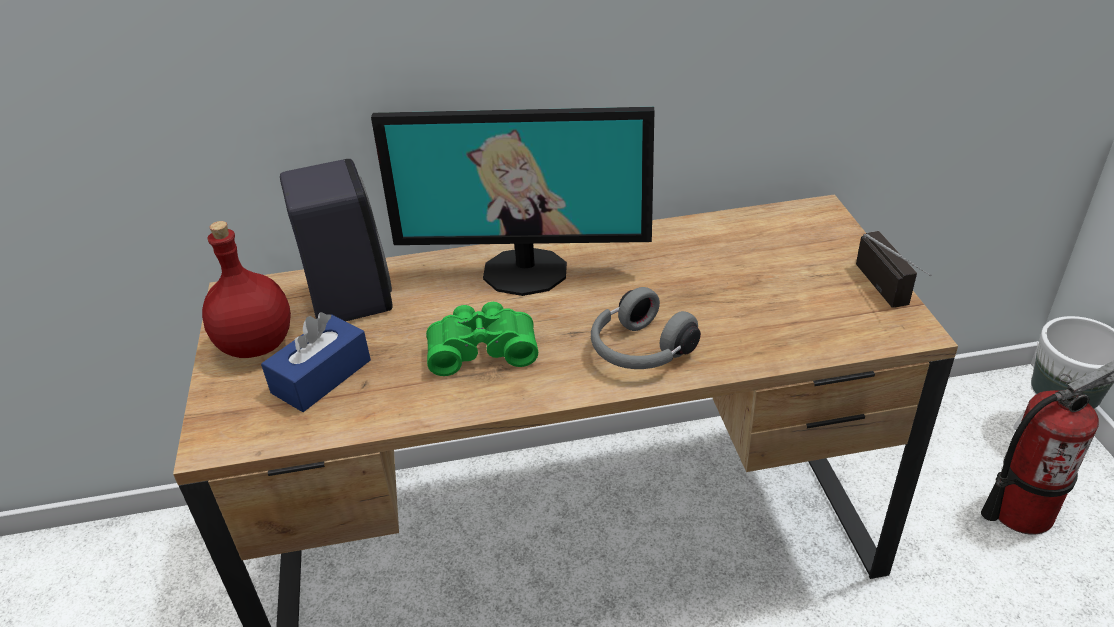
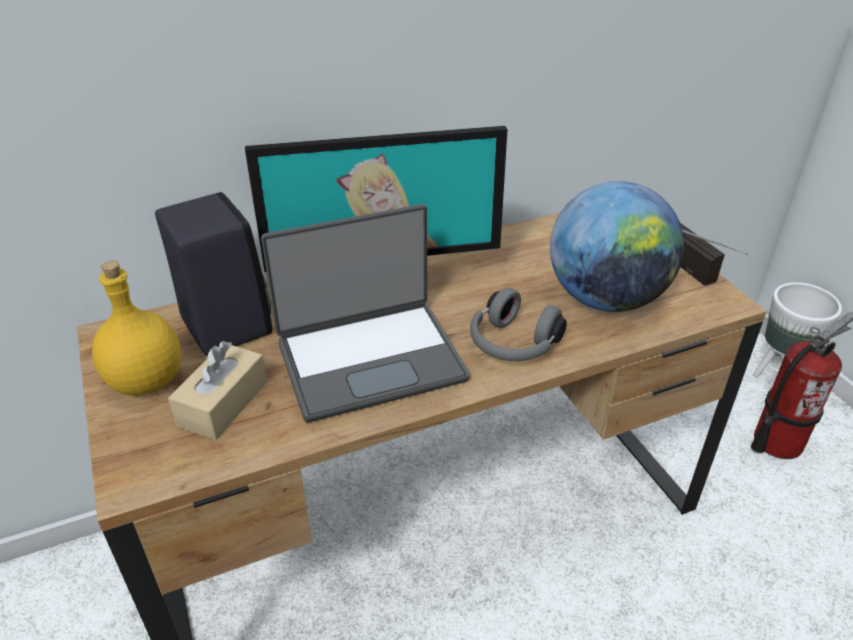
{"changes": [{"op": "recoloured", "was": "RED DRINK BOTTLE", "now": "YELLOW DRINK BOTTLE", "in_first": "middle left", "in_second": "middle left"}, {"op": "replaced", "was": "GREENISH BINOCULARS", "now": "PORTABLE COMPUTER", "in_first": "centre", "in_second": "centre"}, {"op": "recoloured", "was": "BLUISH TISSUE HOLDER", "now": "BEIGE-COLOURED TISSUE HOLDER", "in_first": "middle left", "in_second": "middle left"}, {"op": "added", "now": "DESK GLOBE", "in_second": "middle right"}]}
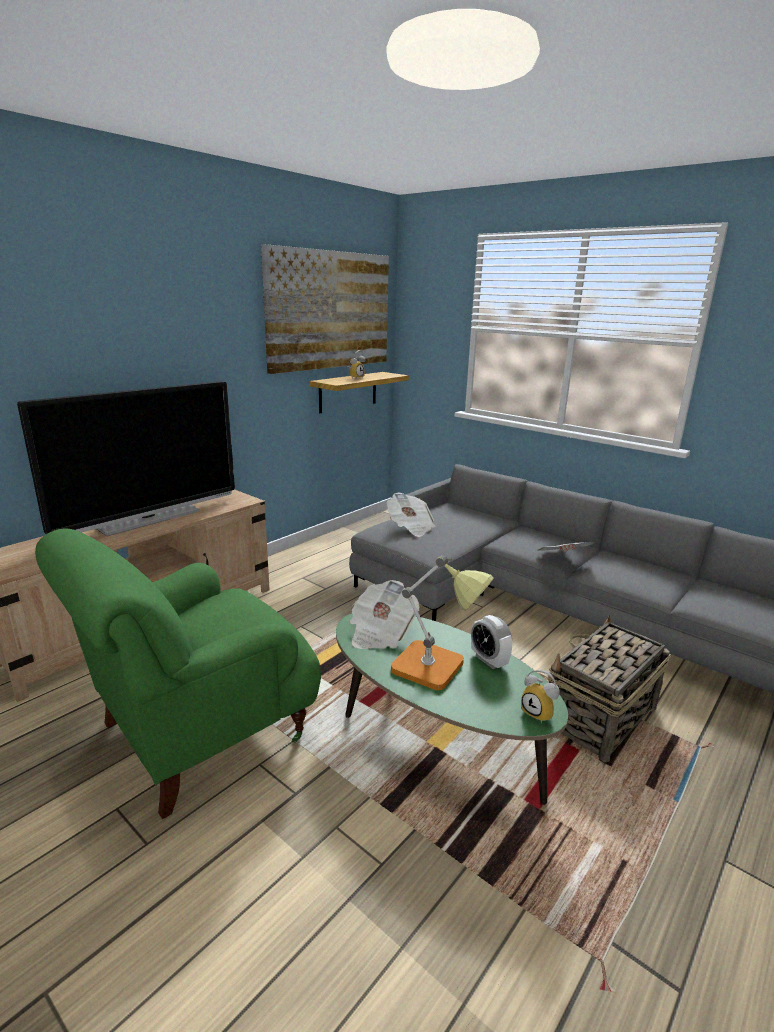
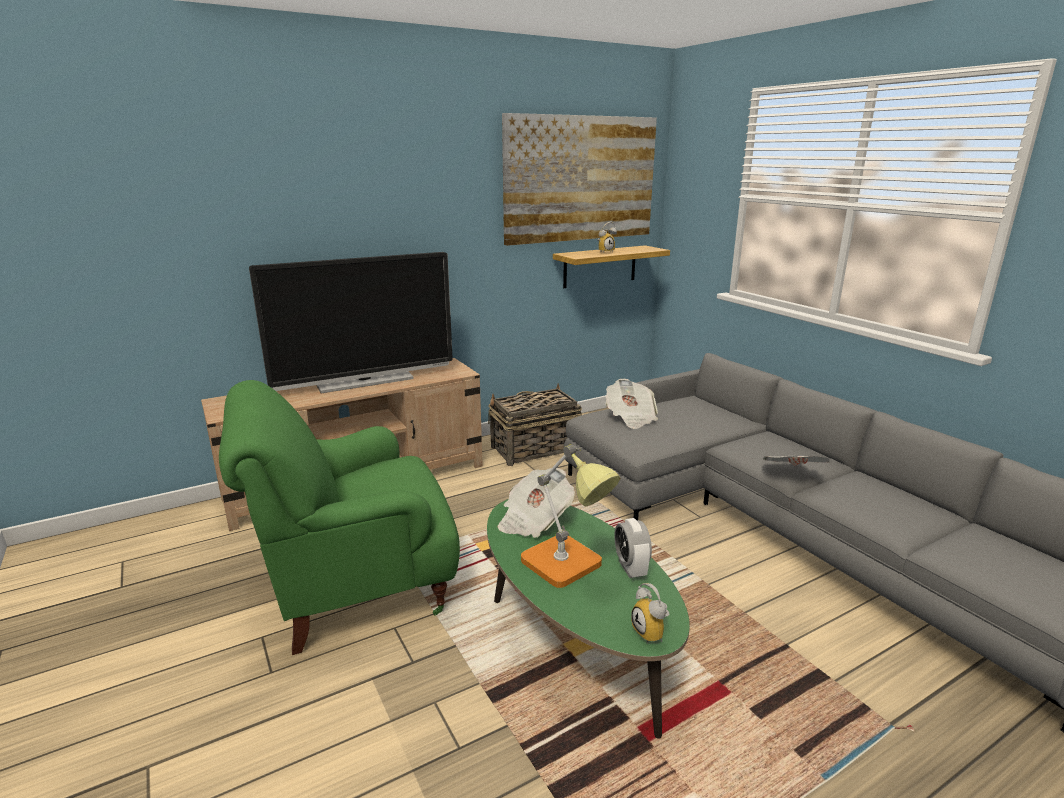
{"changes": [{"op": "moved", "was": "STORAGE BASKET", "in_first": "bottom right", "in_second": "centre"}]}
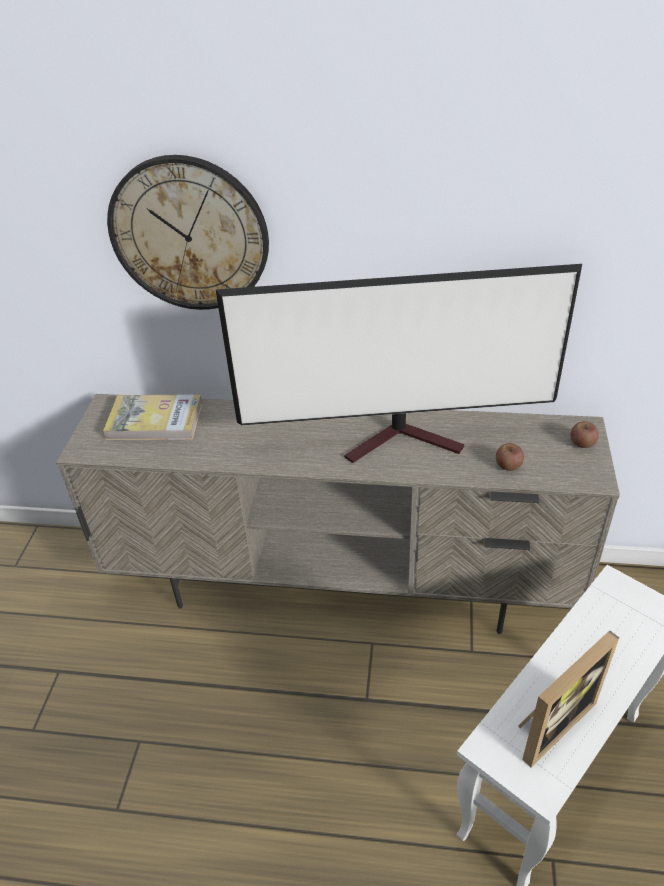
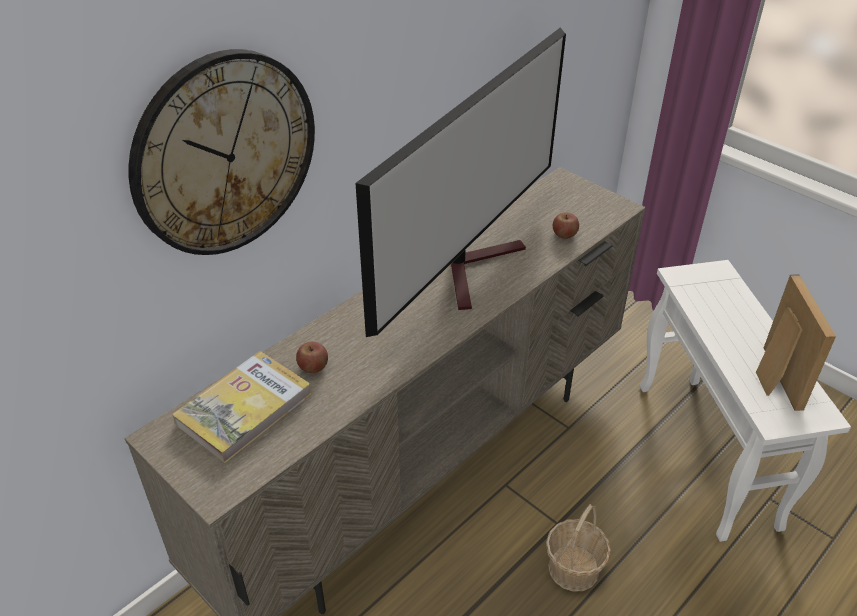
{"changes": [{"op": "moved", "was": "APPLE FRUIT (2nd from left in the first image)", "now": "APPLE FRUIT (1st from left)", "in_first": "middle right", "in_second": "centre"}, {"op": "added", "now": "STORAGE BASKET", "in_second": "bottom right"}]}
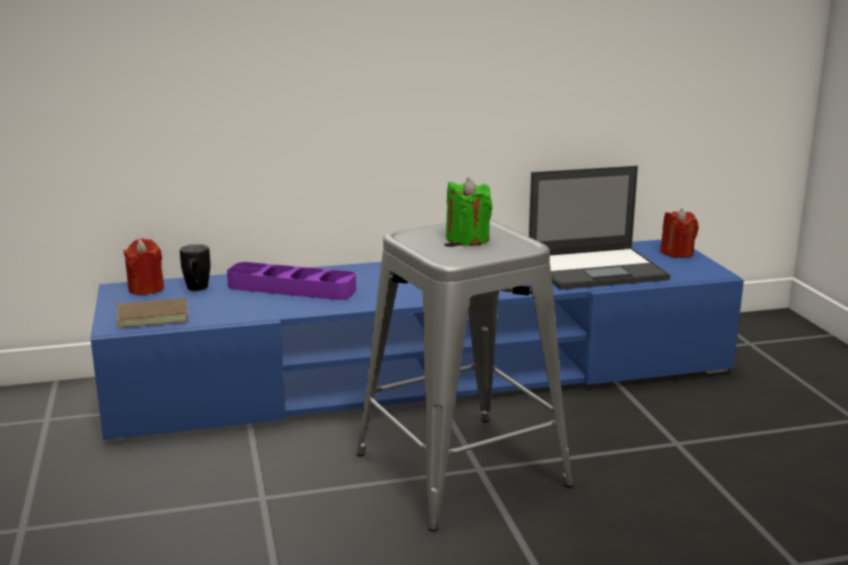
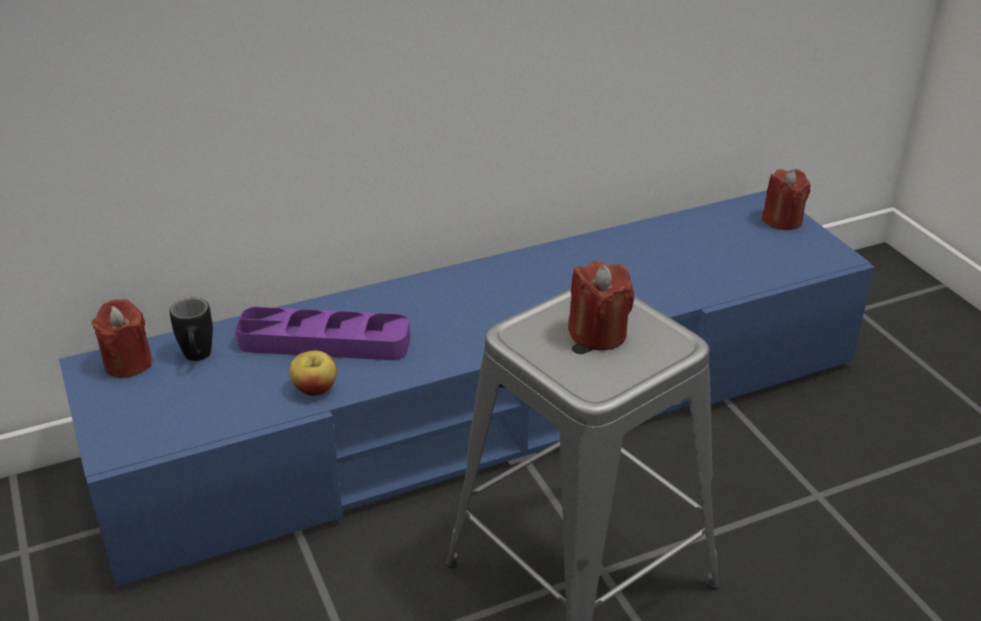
{"changes": [{"op": "removed", "was": "PORTABLE COMPUTER", "in_first": "middle right"}, {"op": "recoloured", "was": "GREENISH WAX CANDLE", "now": "RED WAX CANDLE (2nd from left)", "in_first": "centre", "in_second": "centre"}, {"op": "removed", "was": "BROWNISH VOLUME", "in_first": "middle left"}, {"op": "added", "now": "APPLE FRUIT", "in_second": "middle left"}]}
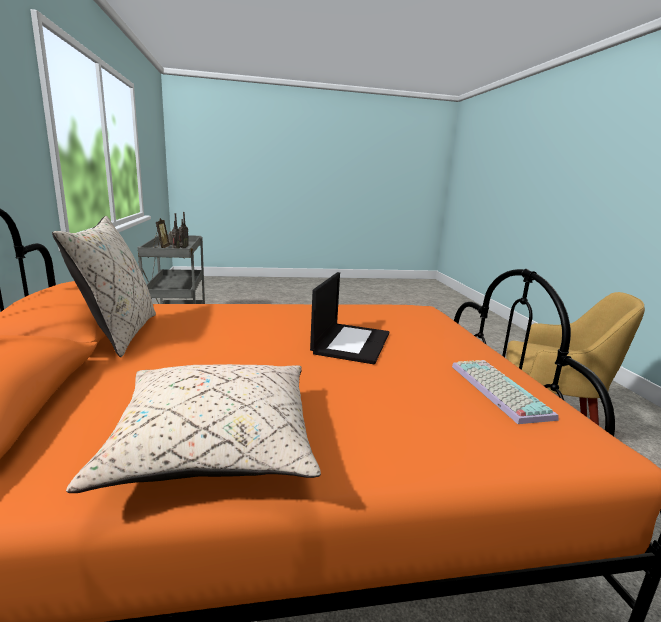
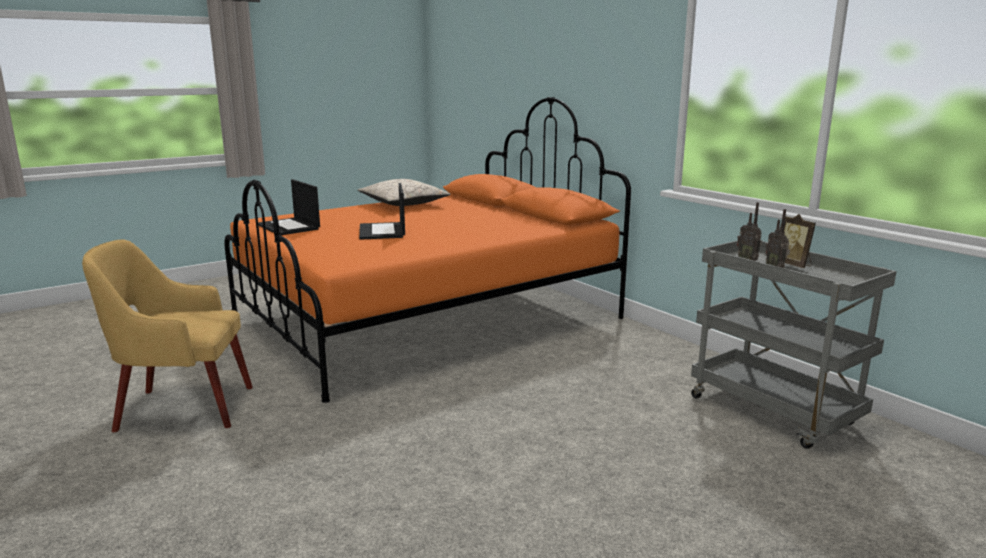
{"changes": [{"op": "removed", "was": "BEIGE-COLOURED CUSHION (1st from left)", "in_first": "middle left"}, {"op": "replaced", "was": "KEYBOARD", "now": "PORTABLE COMPUTER (1st from left)", "in_first": "middle right", "in_second": "middle left"}]}
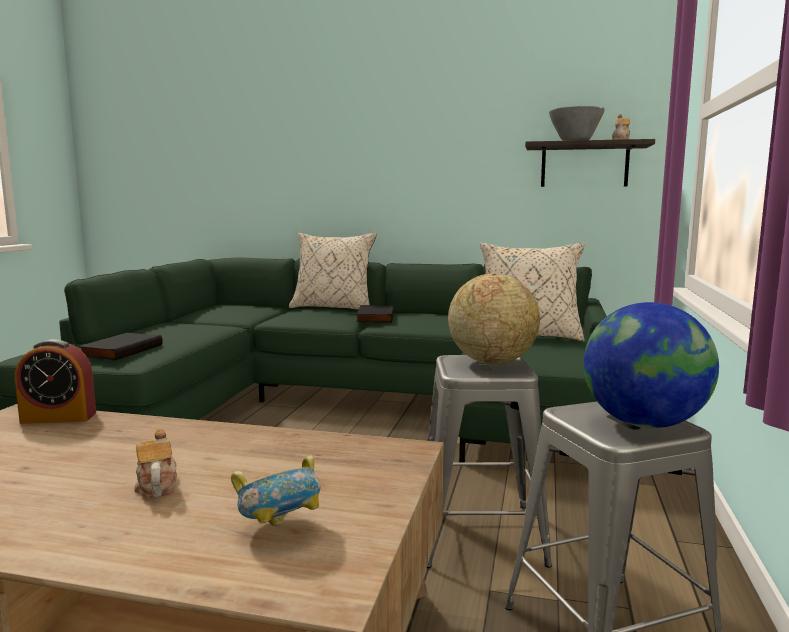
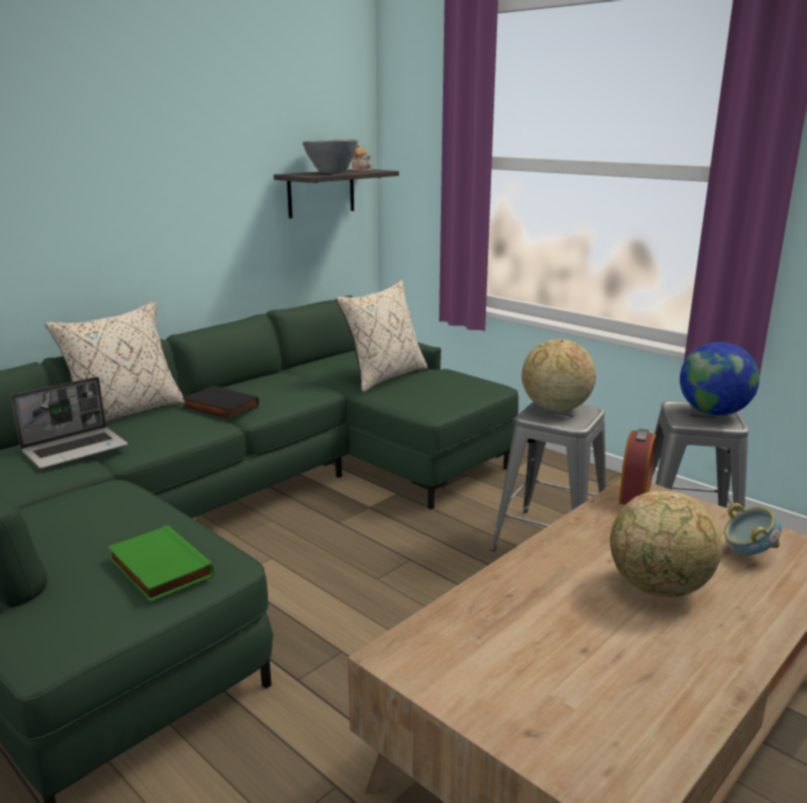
{"changes": [{"op": "recoloured", "was": "BLACK-COLOURED VOLUME (1st from left)", "now": "GREENISH VOLUME", "in_first": "middle left", "in_second": "bottom left"}, {"op": "moved", "was": "ALARM CLOCK", "in_first": "middle left", "in_second": "middle right"}, {"op": "replaced", "was": "TEAPOT (1st from left)", "now": "DESK GLOBE (2nd from left)", "in_first": "bottom left", "in_second": "bottom right"}, {"op": "added", "now": "PORTABLE COMPUTER", "in_second": "middle left"}]}
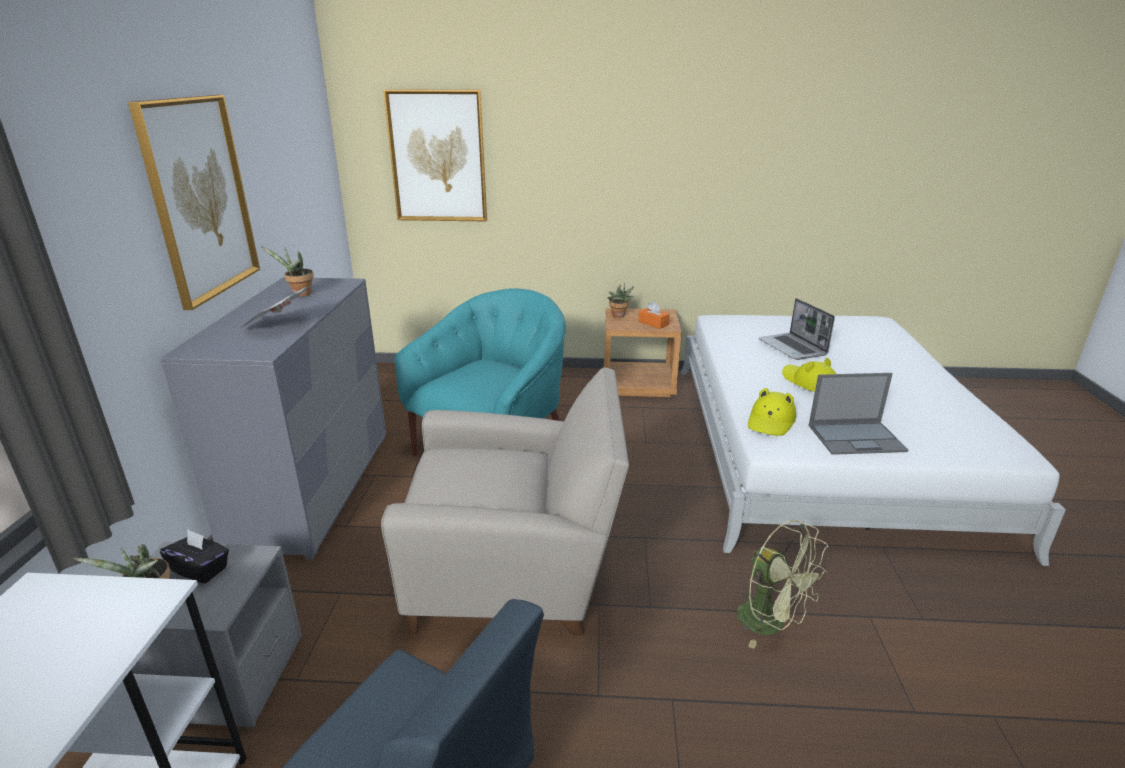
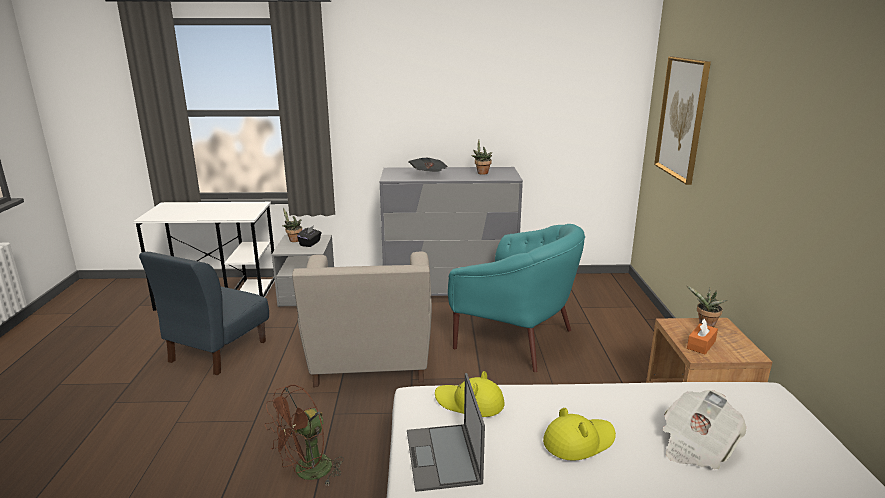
{"changes": [{"op": "removed", "was": "WALL PICTURE (1st from left)", "in_first": "top left"}, {"op": "replaced", "was": "PORTABLE COMPUTER (1st from left)", "now": "PRINTED PAPER (2nd from left)", "in_first": "middle right", "in_second": "bottom right"}, {"op": "recoloured", "was": "GREENISH FAN", "now": "BROWNISH FAN", "in_first": "bottom right", "in_second": "bottom centre"}]}
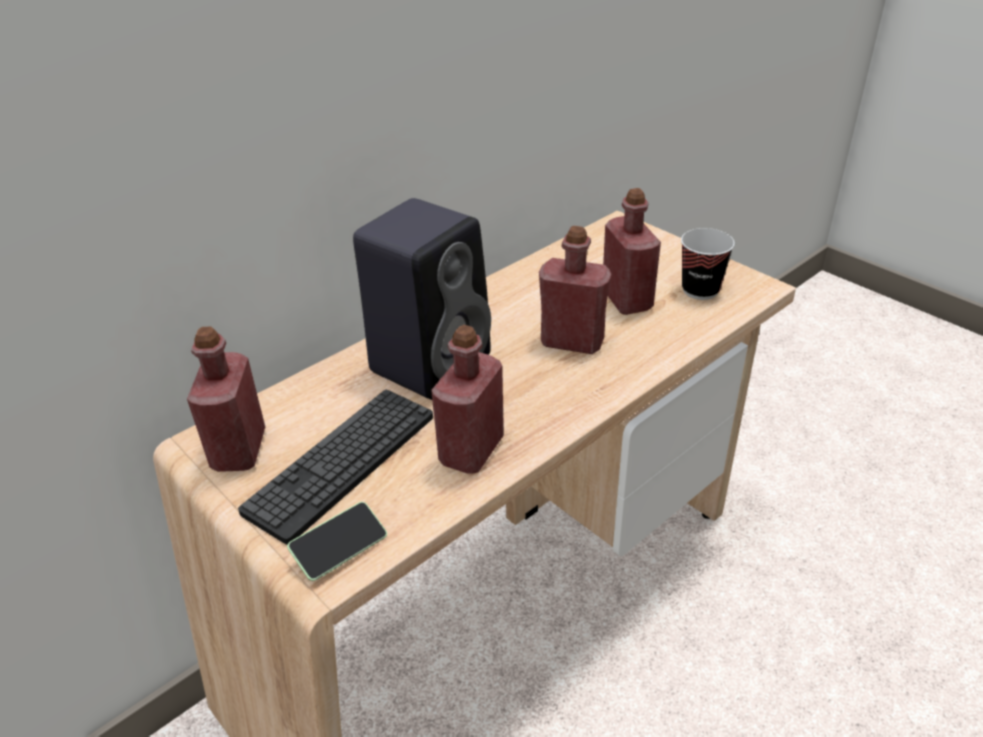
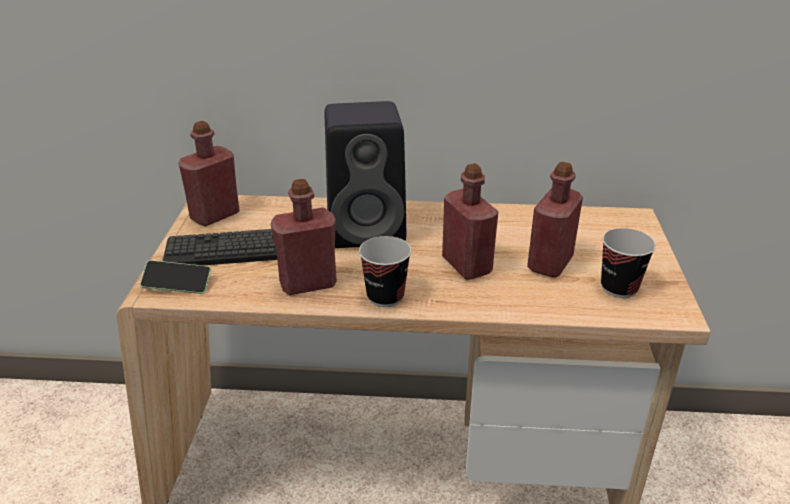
{"changes": [{"op": "added", "now": "SMALL CUP (1st from left)", "in_second": "centre"}]}
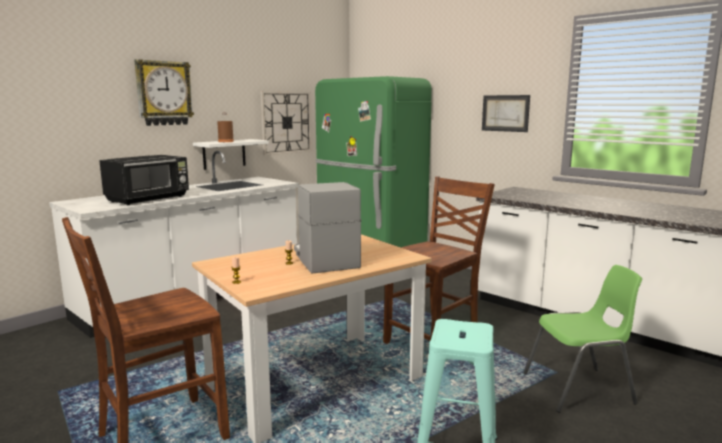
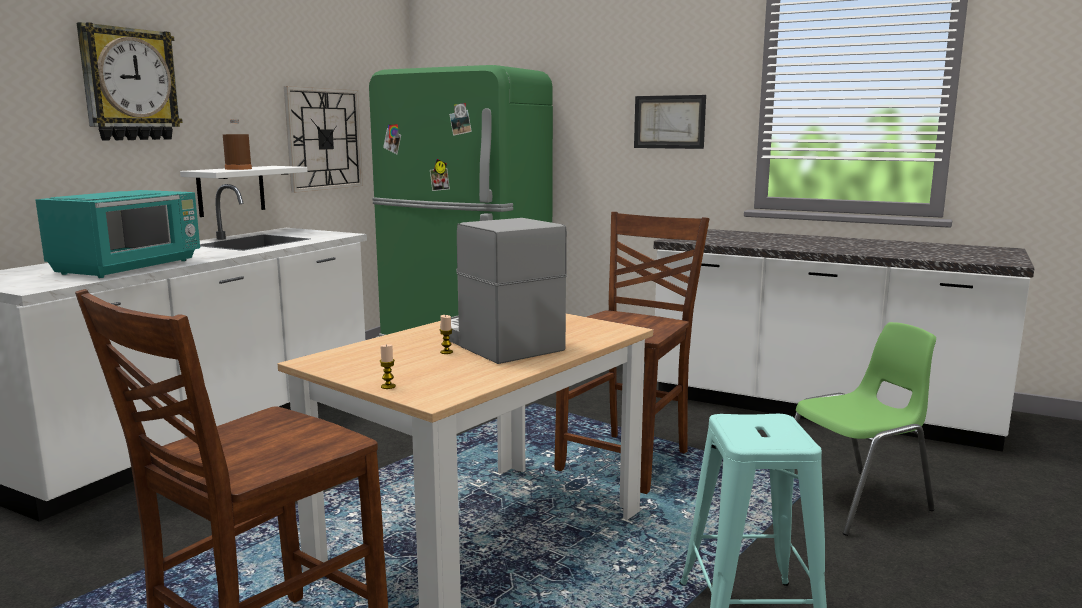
{"changes": [{"op": "recoloured", "was": "BLACK-COLOURED KITCHEN MICROWAVE", "now": "BLUE-GREEN KITCHEN MICROWAVE", "in_first": "middle left", "in_second": "middle left"}]}
